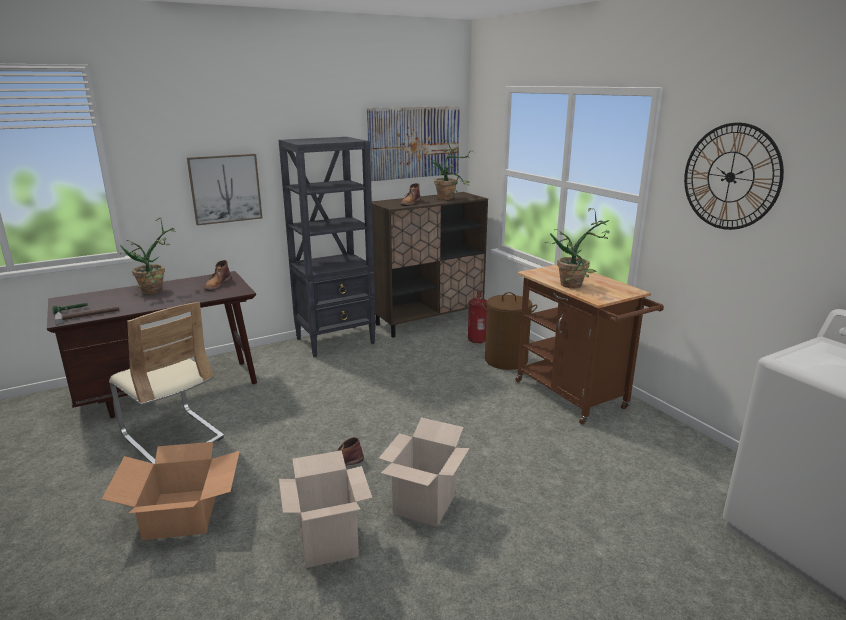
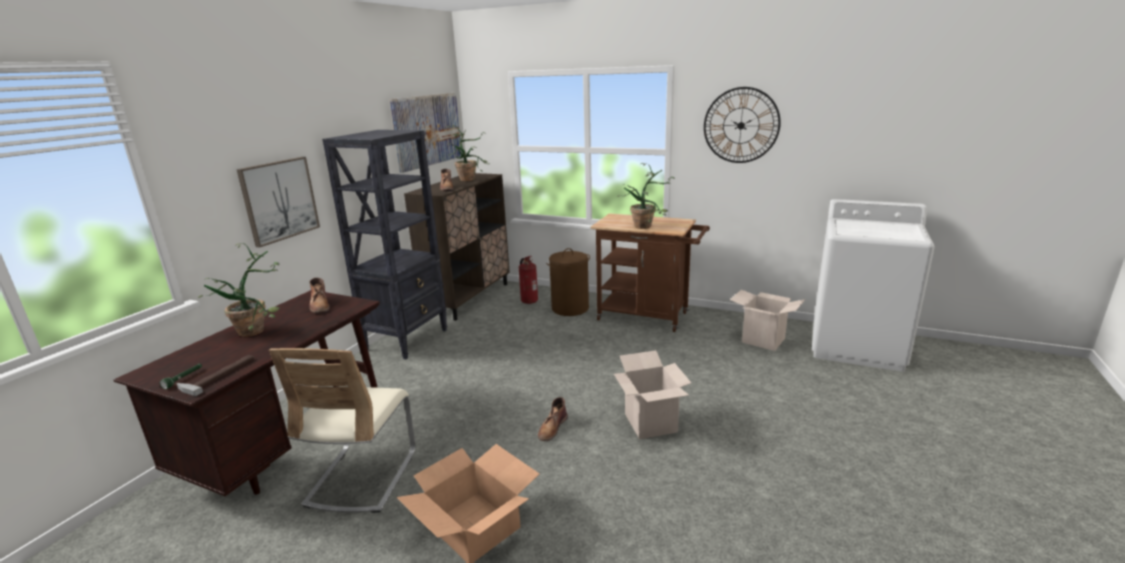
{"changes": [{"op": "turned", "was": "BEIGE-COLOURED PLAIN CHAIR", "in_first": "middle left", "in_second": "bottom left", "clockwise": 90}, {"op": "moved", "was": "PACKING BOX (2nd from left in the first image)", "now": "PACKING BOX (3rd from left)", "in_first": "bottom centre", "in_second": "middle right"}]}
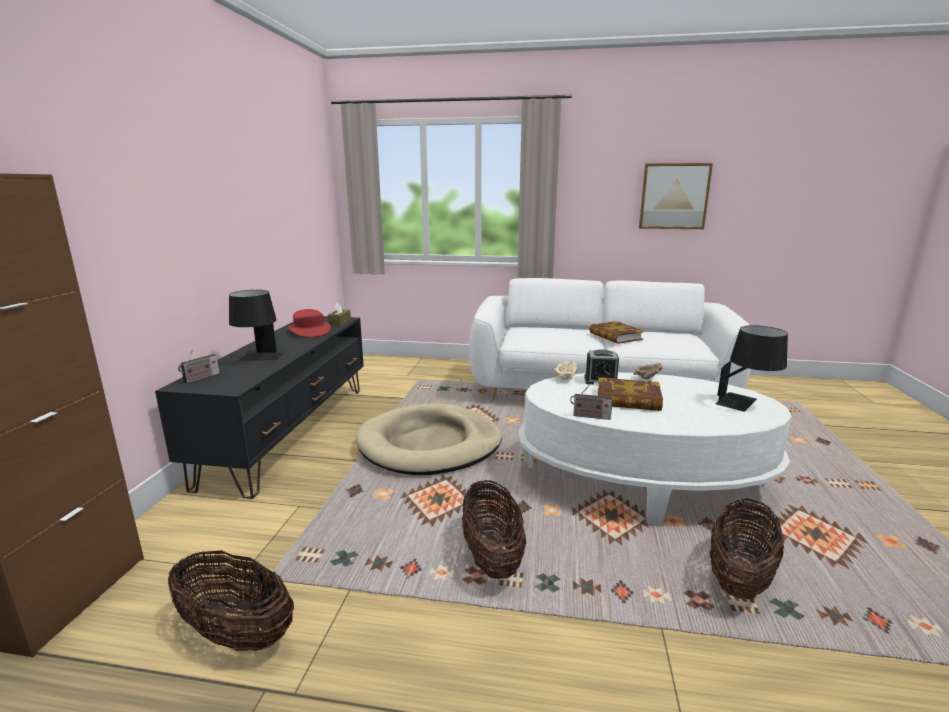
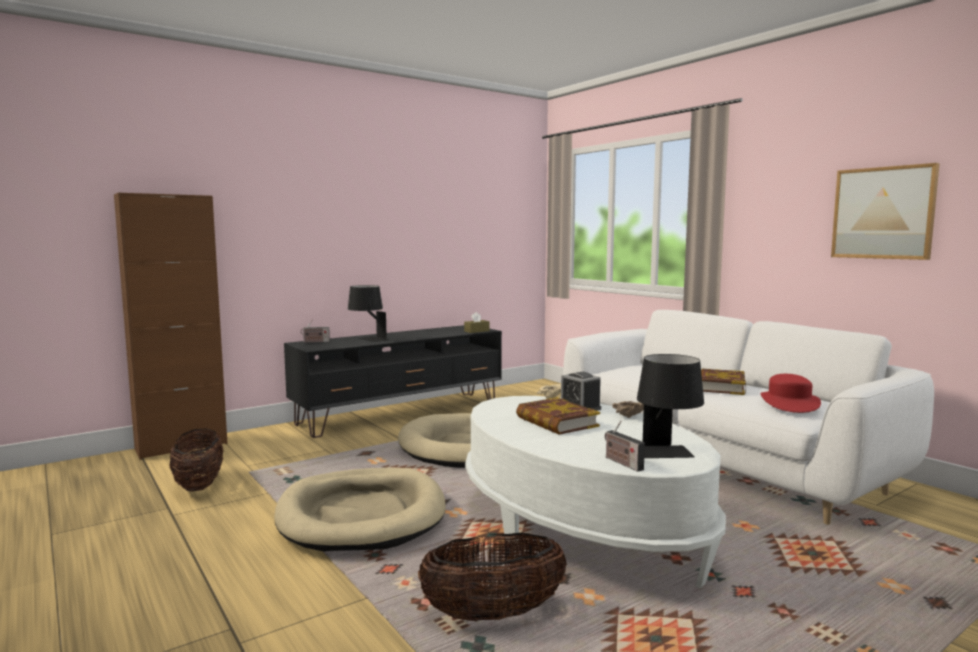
{"changes": [{"op": "moved", "was": "RED HAT", "in_first": "middle left", "in_second": "middle right"}, {"op": "moved", "was": "RADIO RECEIVER (2nd from left)", "in_first": "centre", "in_second": "bottom centre"}, {"op": "replaced", "was": "STORAGE BASKET (2nd from left)", "now": "BEIGE-COLOURED DOG BED (1st from left)", "in_first": "bottom centre", "in_second": "bottom centre"}]}
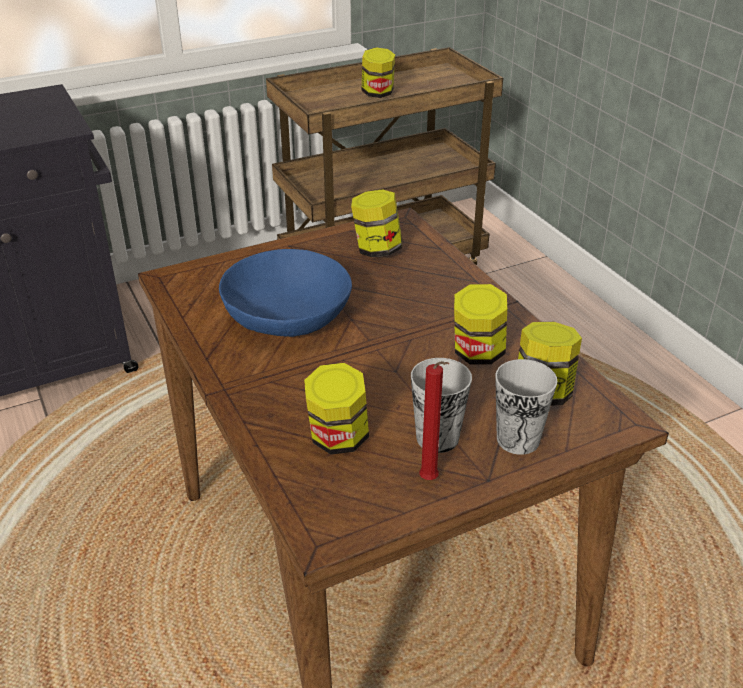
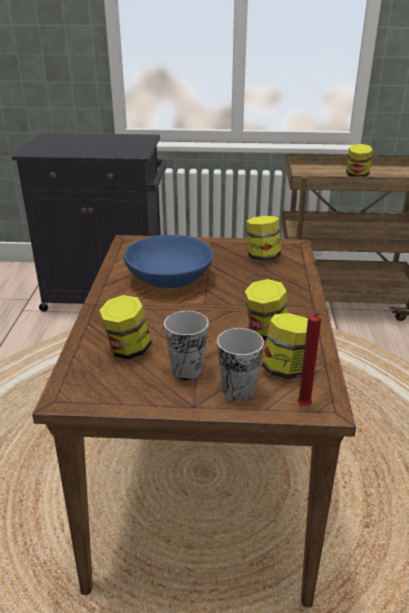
{"changes": [{"op": "moved", "was": "RED WAX CANDLE", "in_first": "centre", "in_second": "middle right"}]}
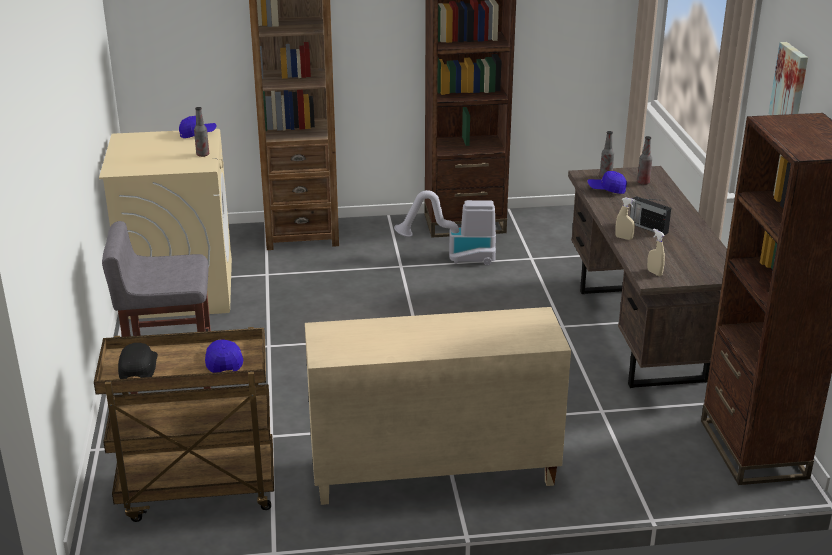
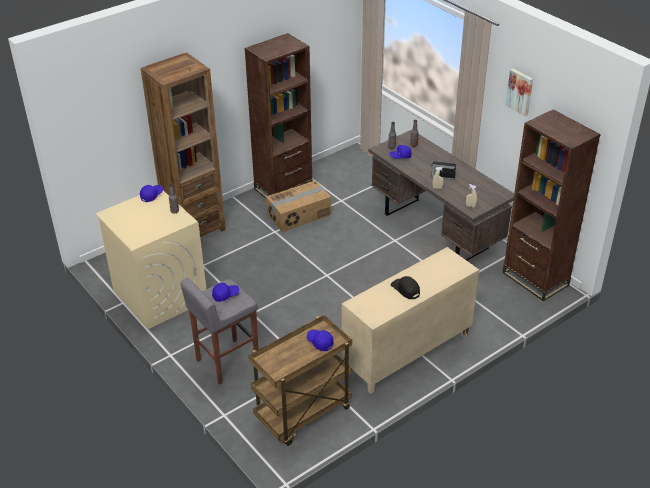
{"changes": [{"op": "replaced", "was": "VACUUM CLEANER", "now": "PACKING BOX", "in_first": "centre", "in_second": "centre"}, {"op": "moved", "was": "BLACK-COLOURED CAP", "in_first": "middle left", "in_second": "centre"}, {"op": "added", "now": "BLUISH CAP (2nd from left)", "in_second": "centre"}]}
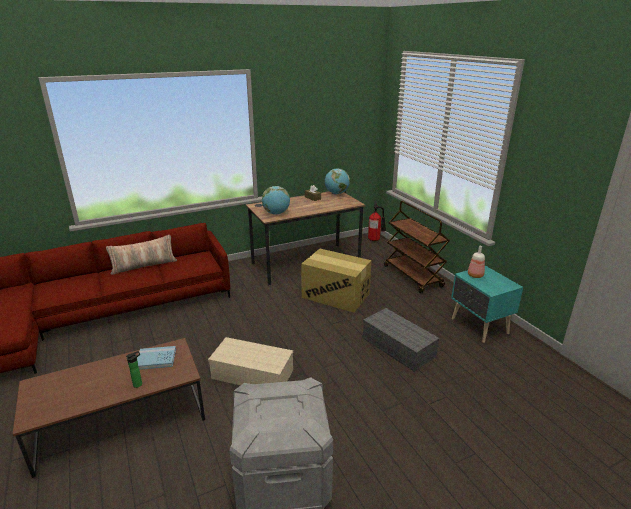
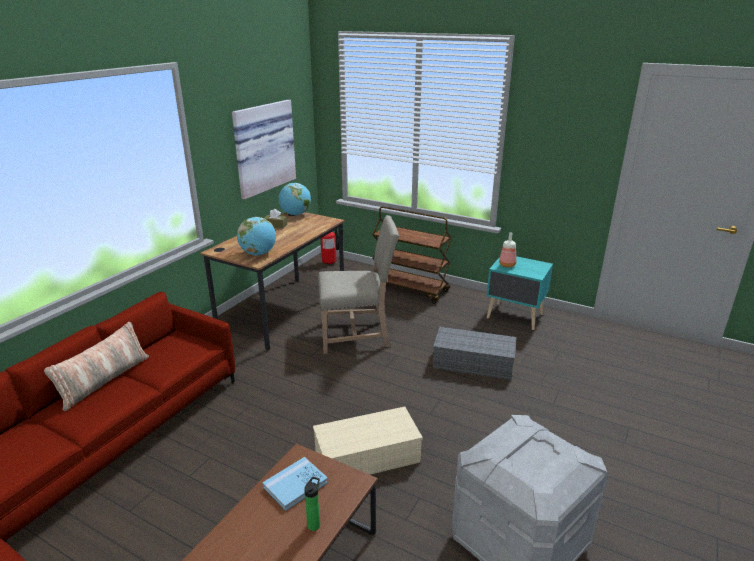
{"changes": [{"op": "replaced", "was": "PACKING BOX", "now": "BEIGE-COLOURED PLAIN CHAIR", "in_first": "centre", "in_second": "centre"}, {"op": "added", "now": "WALL PICTURE", "in_second": "top centre"}]}
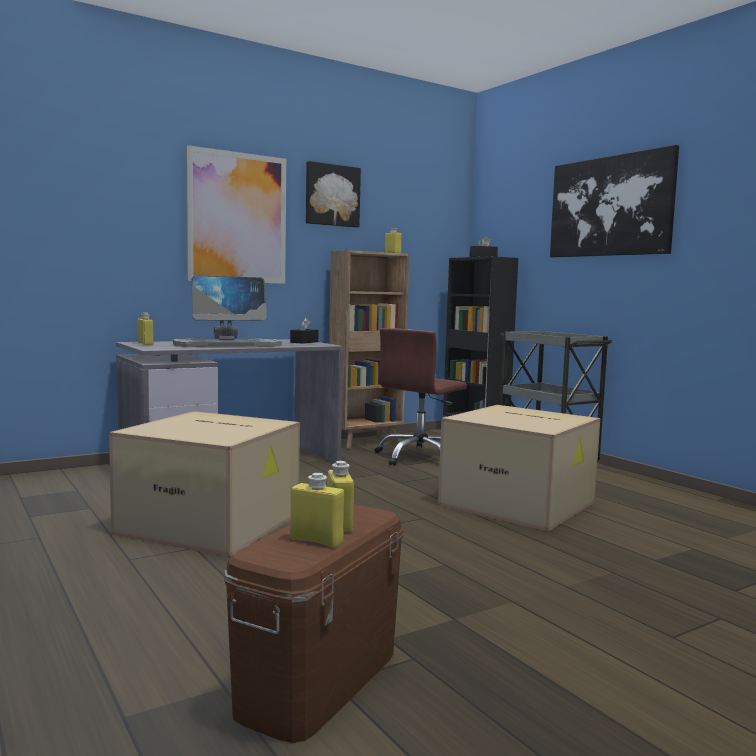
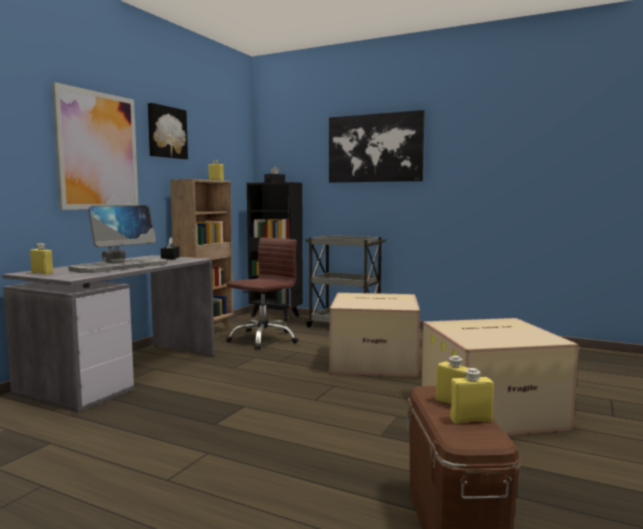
{"changes": [{"op": "turned", "was": "BROWNISH OFFICE CHAIR", "in_first": "centre", "in_second": "centre", "clockwise": -150}, {"op": "moved", "was": "PACKING BOX (1st from left in the first image)", "now": "PACKING BOX (2nd from left)", "in_first": "middle left", "in_second": "bottom right"}]}
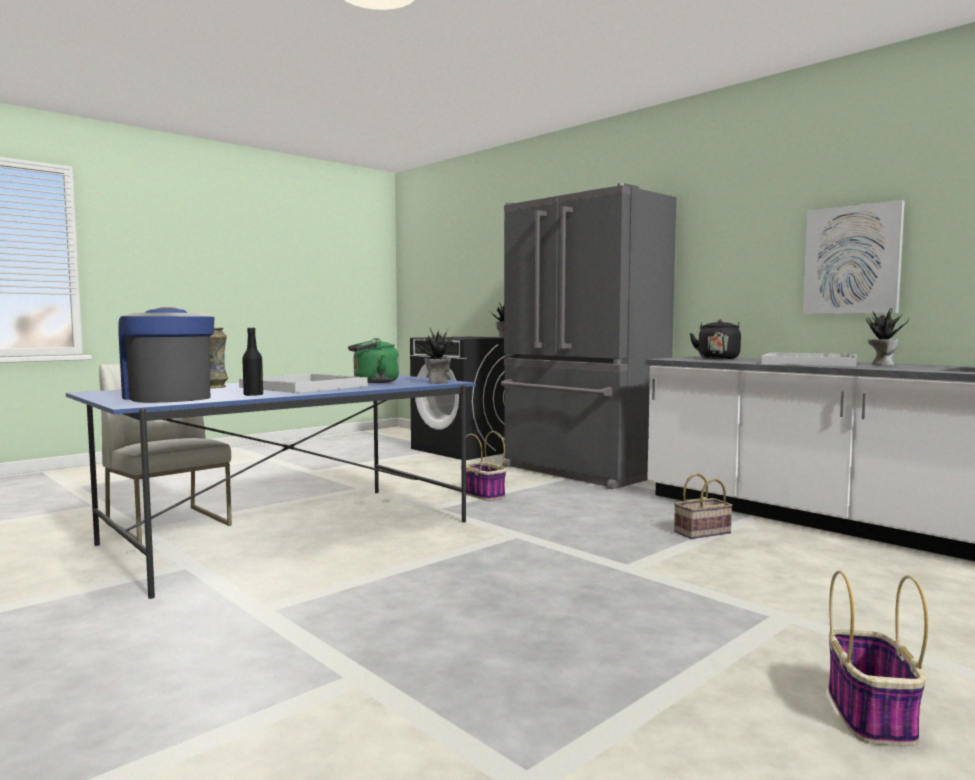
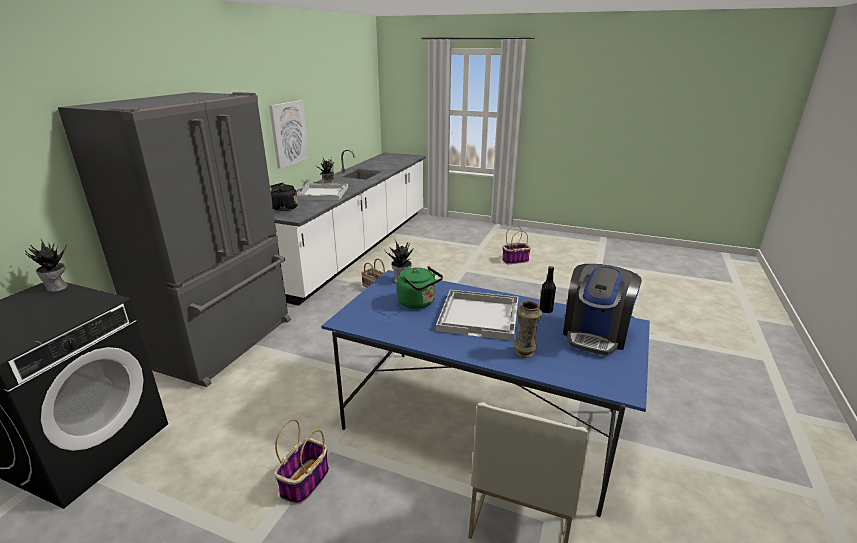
{"changes": [{"op": "moved", "was": "STORAGE BASKET (1st from left)", "in_first": "centre", "in_second": "bottom centre"}]}
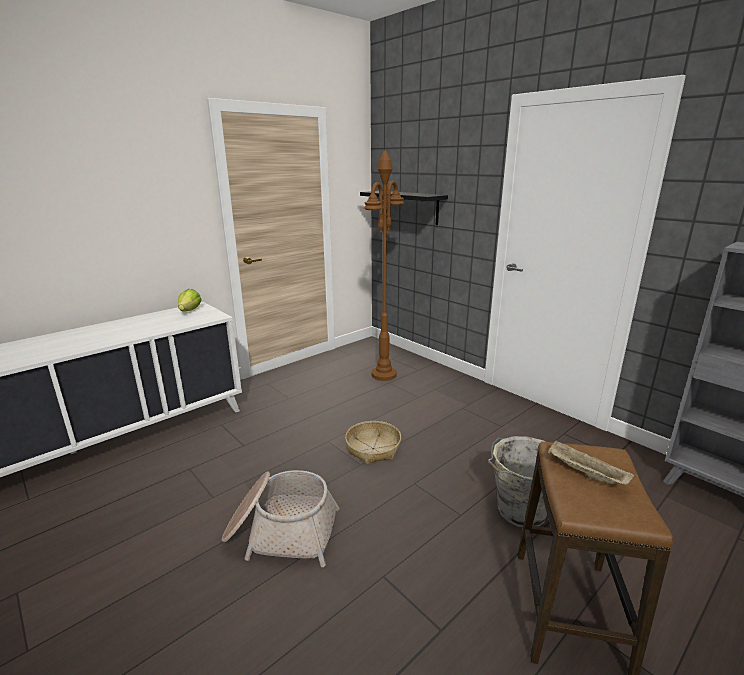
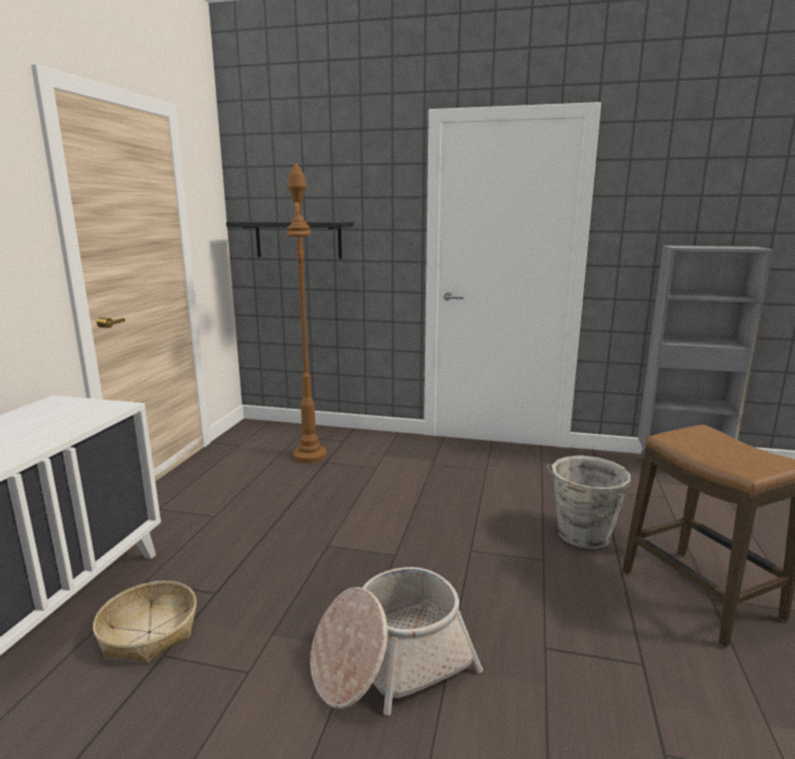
{"changes": [{"op": "removed", "was": "LETTUCE", "in_first": "middle left"}, {"op": "moved", "was": "STORAGE BASKET (2nd from left in the first image)", "now": "STORAGE BASKET (1st from left)", "in_first": "centre", "in_second": "bottom left"}, {"op": "removed", "was": "BEIGE-COLOURED CARRYING TRAY", "in_first": "bottom right"}]}
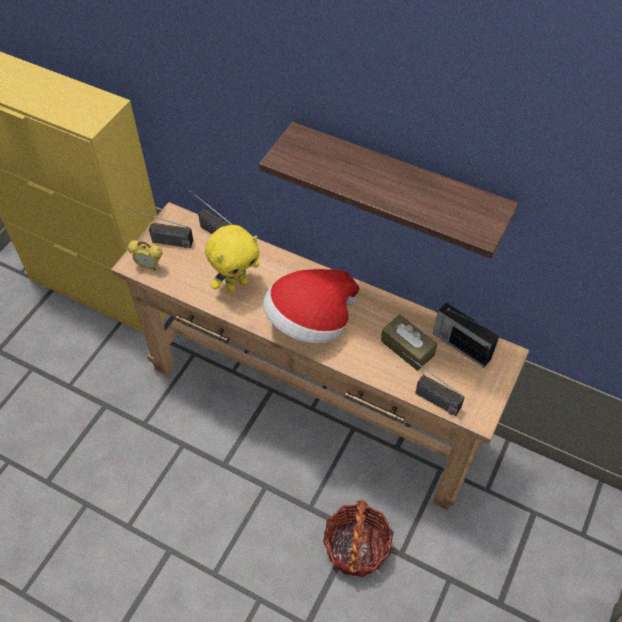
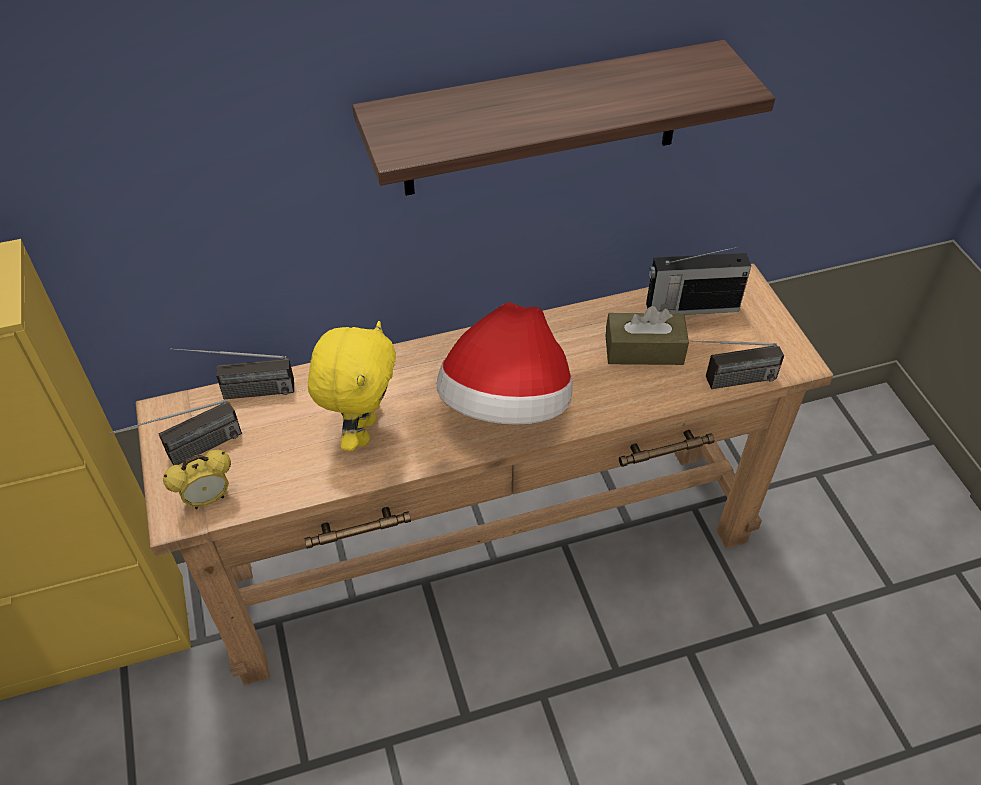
{"changes": [{"op": "removed", "was": "STORAGE BASKET", "in_first": "bottom centre"}]}
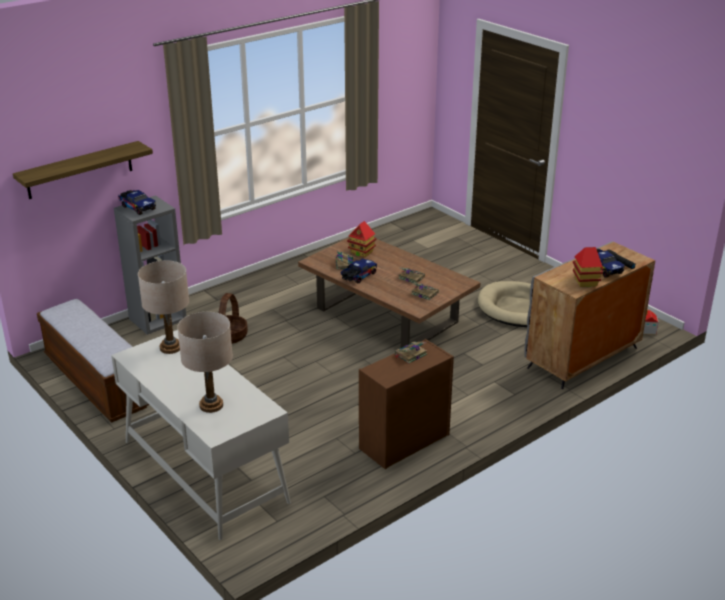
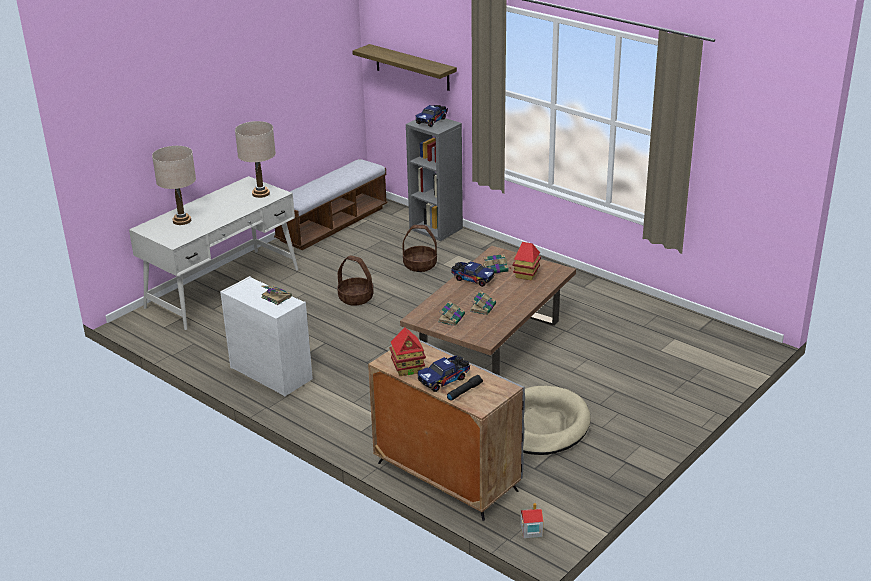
{"changes": [{"op": "recoloured", "was": "BROWNISH DRESSER", "now": "WHITE DRESSER", "in_first": "bottom centre", "in_second": "middle left"}, {"op": "added", "now": "STORAGE BASKET (1st from left)", "in_second": "centre"}]}
